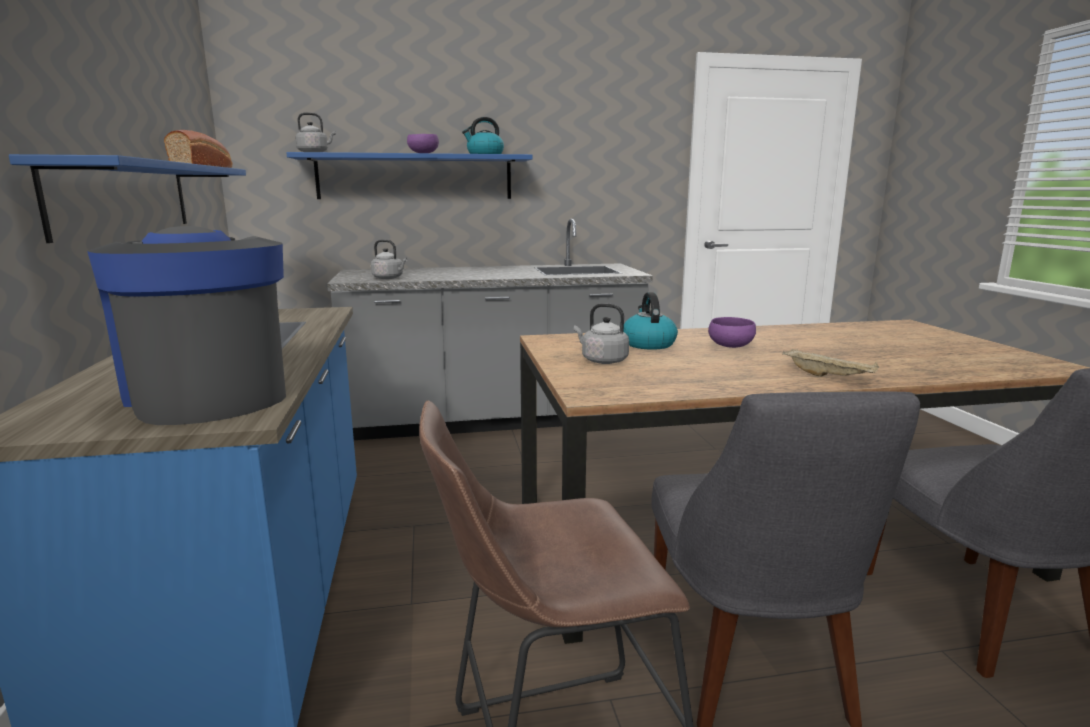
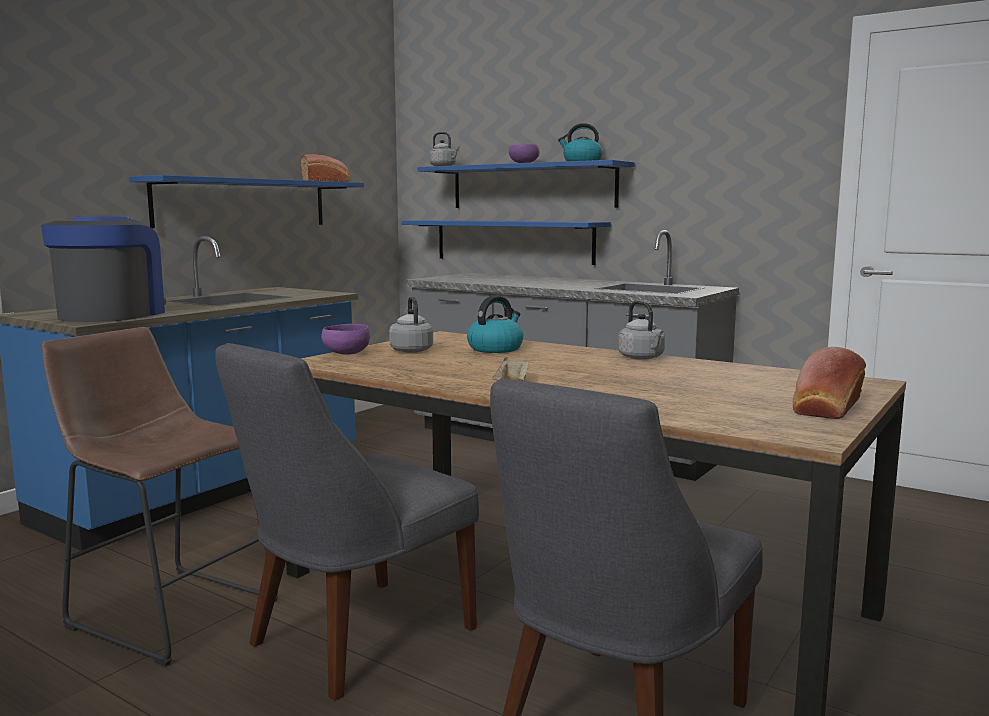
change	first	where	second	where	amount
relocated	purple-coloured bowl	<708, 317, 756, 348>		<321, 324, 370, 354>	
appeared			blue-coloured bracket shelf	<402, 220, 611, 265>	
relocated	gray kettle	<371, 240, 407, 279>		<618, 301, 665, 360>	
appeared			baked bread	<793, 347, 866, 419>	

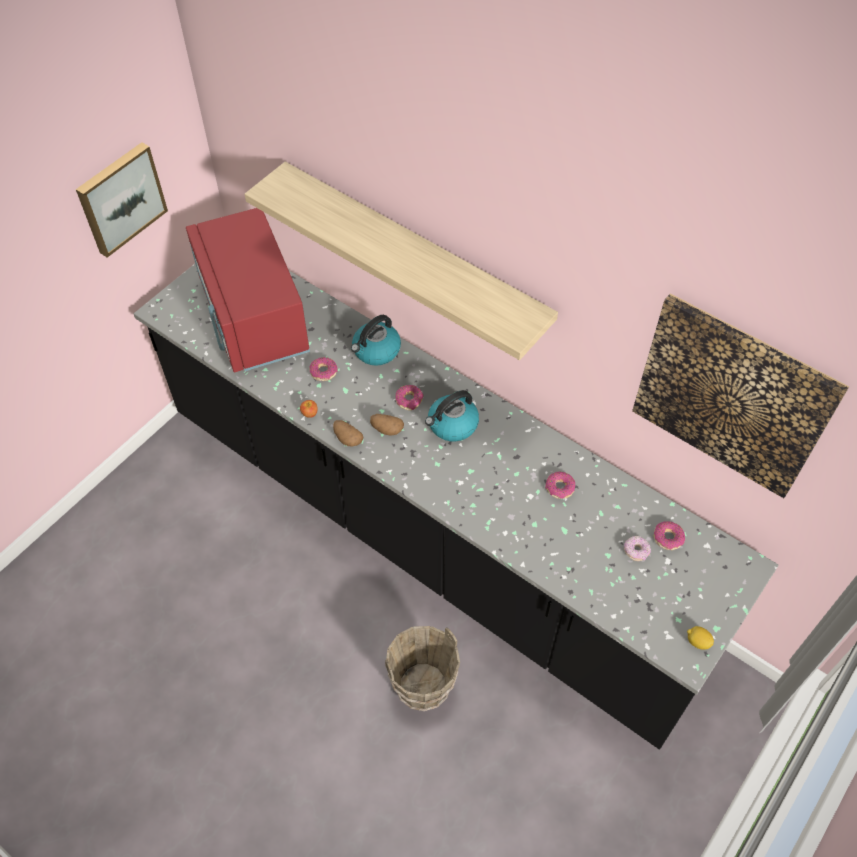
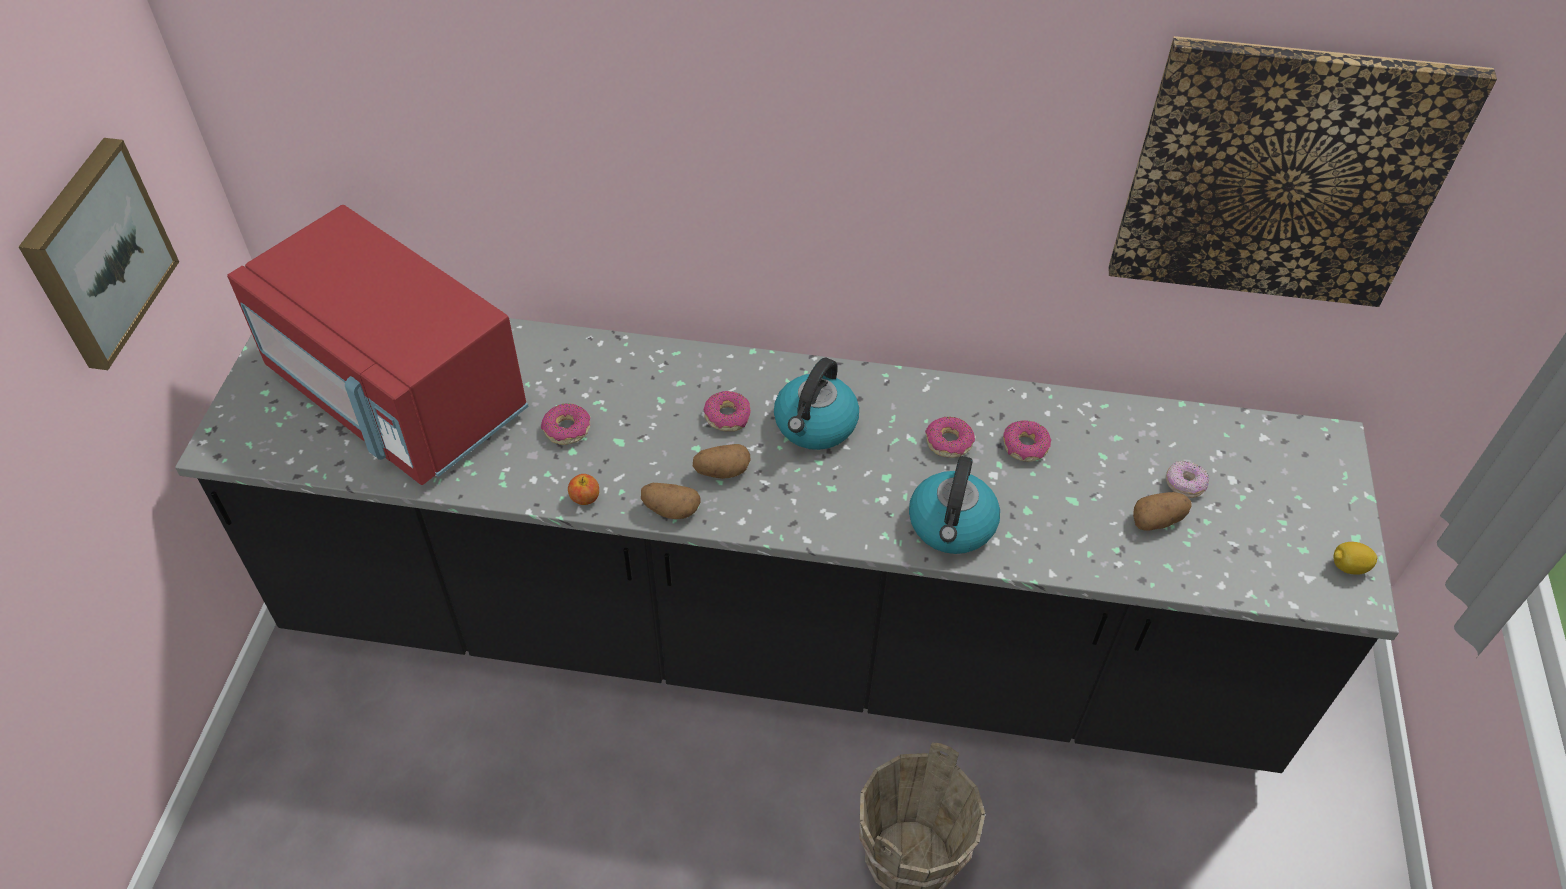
change	first	where	second	where	amount
relocated	kettle	<351, 315, 401, 366>		<909, 456, 1000, 554>	
relocated	ring doughnut	<654, 521, 685, 550>		<925, 417, 975, 458>	
appeared			spud	<1133, 492, 1192, 531>	
missing	bracket shelf	<245, 162, 558, 360>			

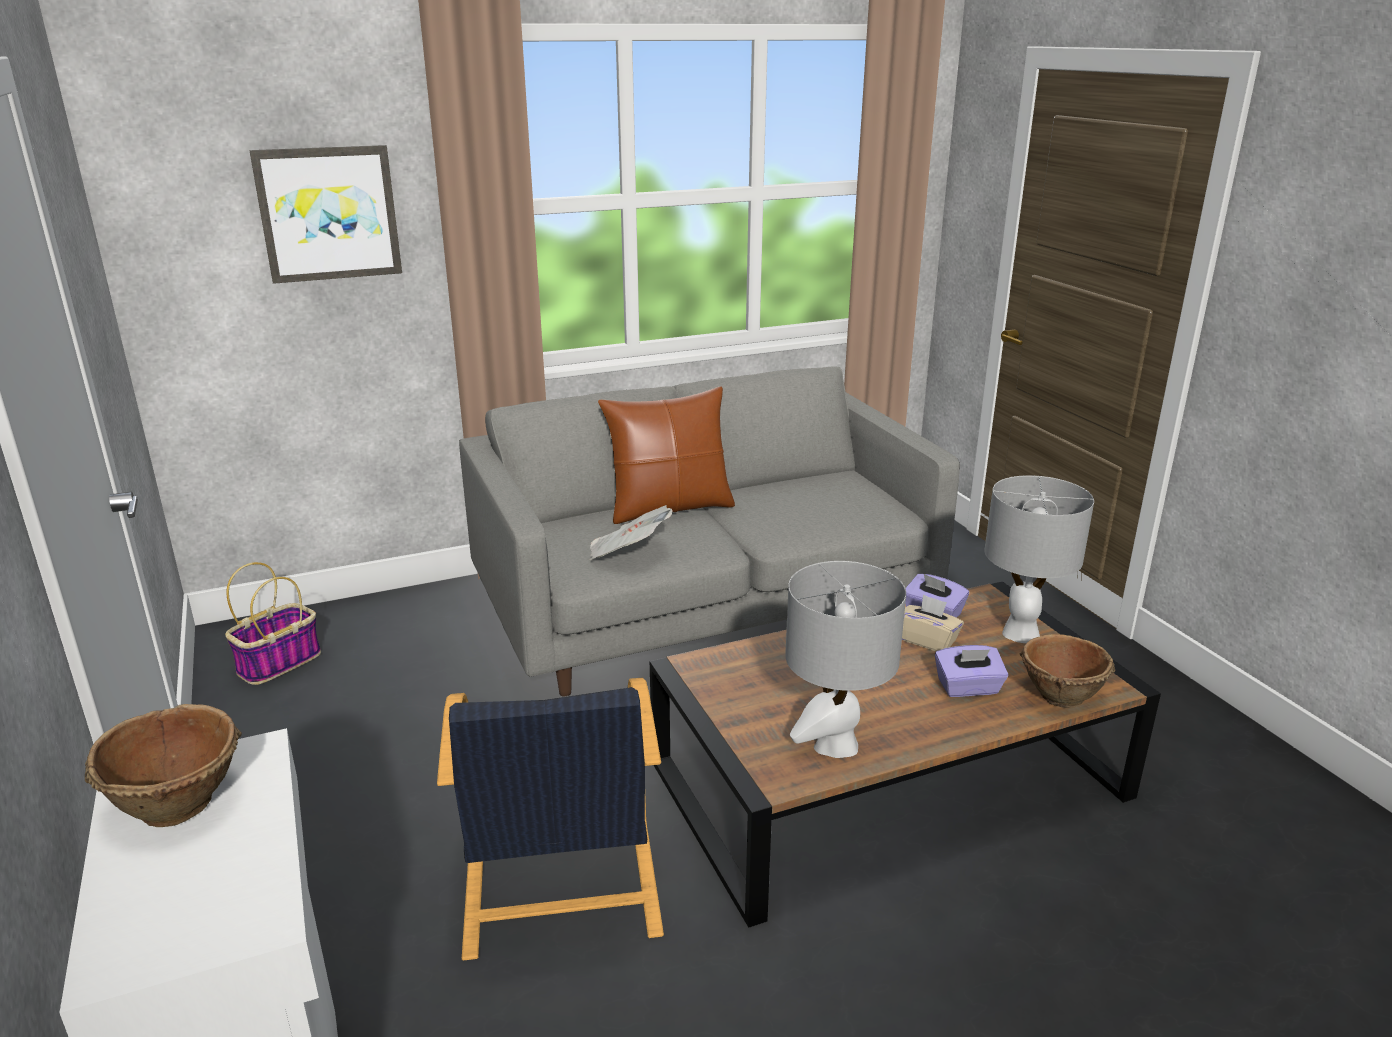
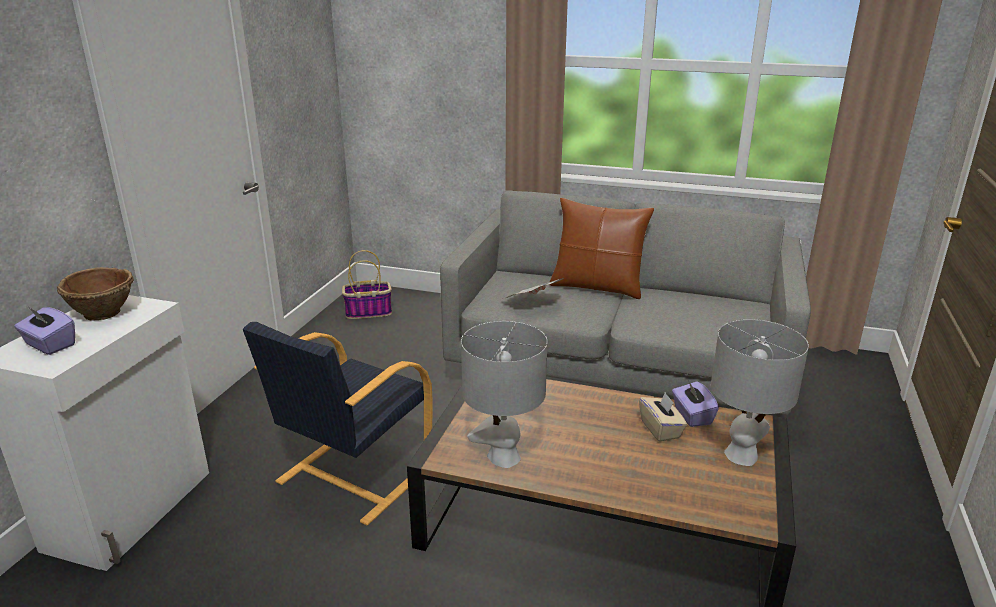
change	first	where	second	where	amount
relocated	purple-coloured box of tissues	<935, 645, 1008, 697>		<14, 307, 75, 355>	
missing	wall picture	<249, 145, 402, 284>			
missing	brown-coloured bowl	<1020, 634, 1115, 708>			

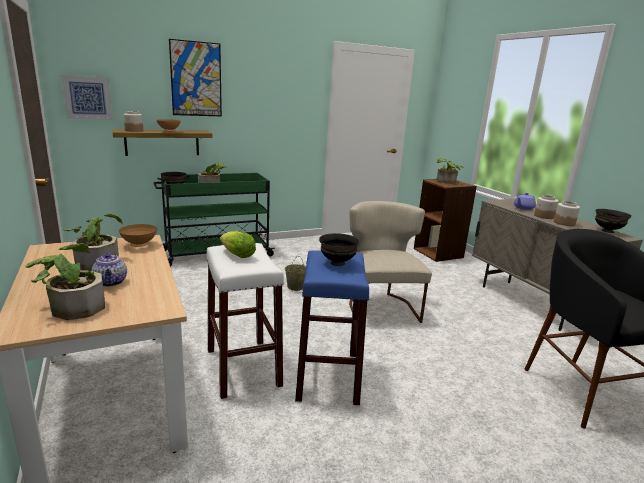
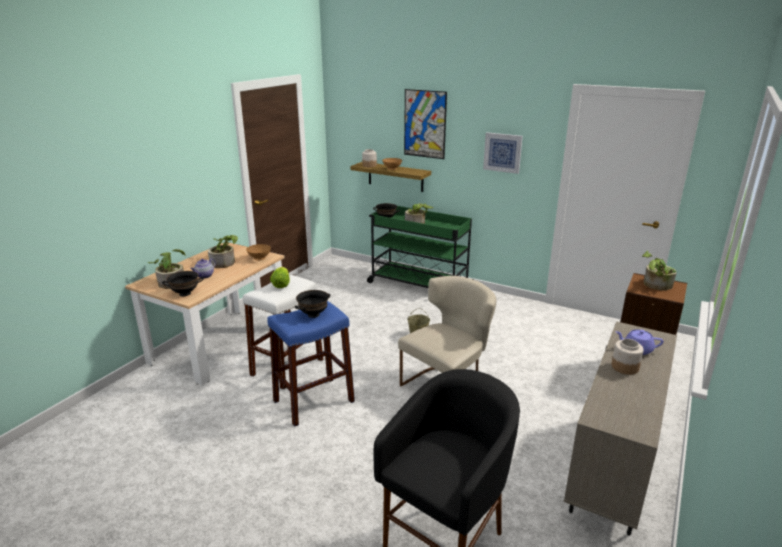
change	first	where	second	where	amount
relocated	black-coloured bowl	<595, 209, 631, 233>		<162, 271, 204, 296>	
relocated	wall picture	<61, 75, 112, 120>		<483, 132, 523, 174>	
missing	jar	<554, 201, 580, 226>			

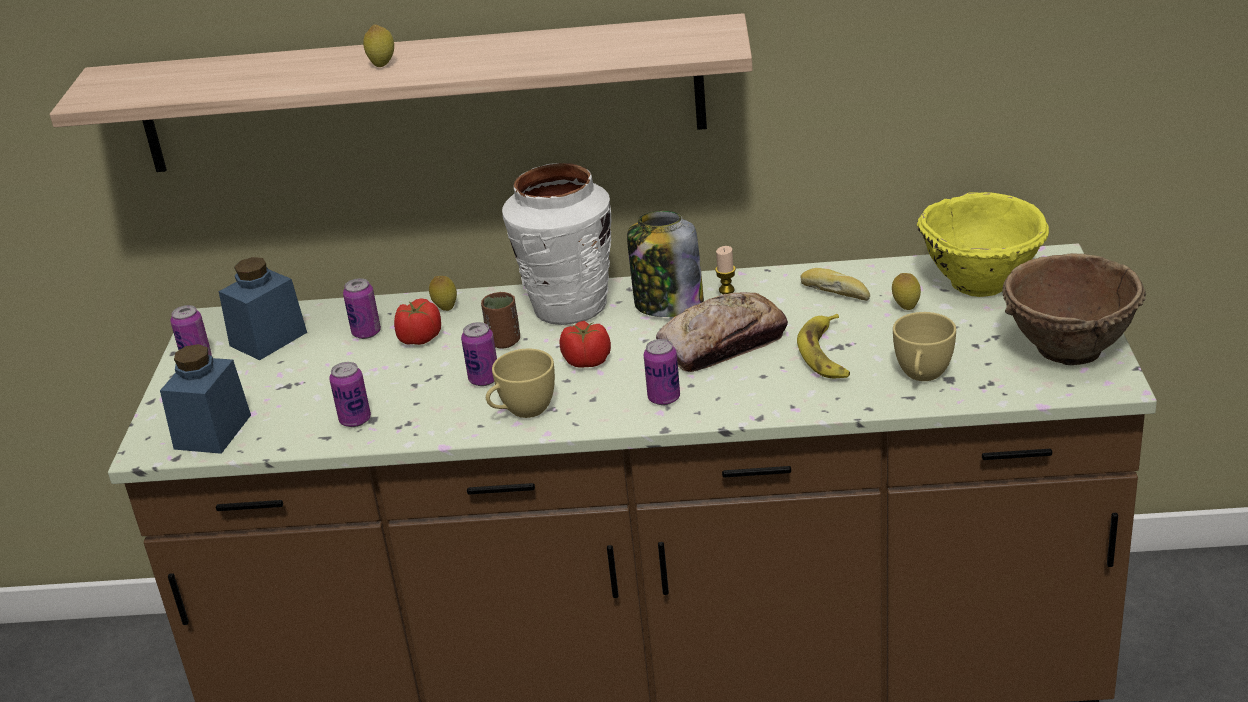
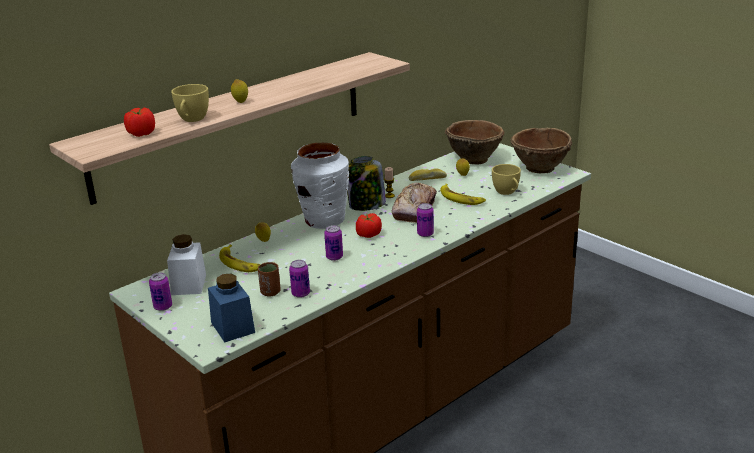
change	first	where	second	where	amount
relocated	tomato	<394, 298, 441, 345>		<124, 108, 155, 137>	
colour	blue-coloured jar	<219, 257, 307, 360>	whitish jar	<167, 234, 206, 295>	
relocated	yellow cup	<486, 349, 555, 418>		<171, 84, 209, 122>	
exchanged	can	<343, 278, 381, 339>	banana fruit	<219, 244, 261, 272>	
relocated	brown-coloured cup	<481, 292, 520, 348>		<258, 262, 280, 296>	
colour	yellow bowl	<917, 192, 1049, 297>	brown-coloured bowl	<445, 120, 505, 164>	

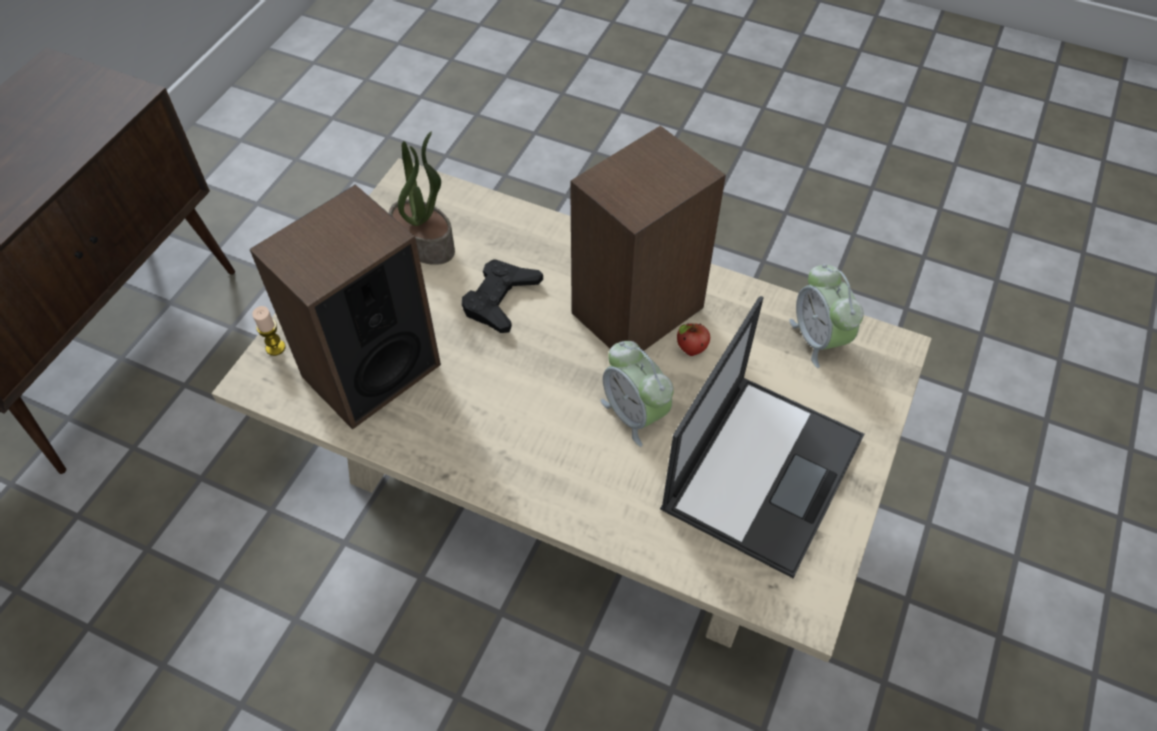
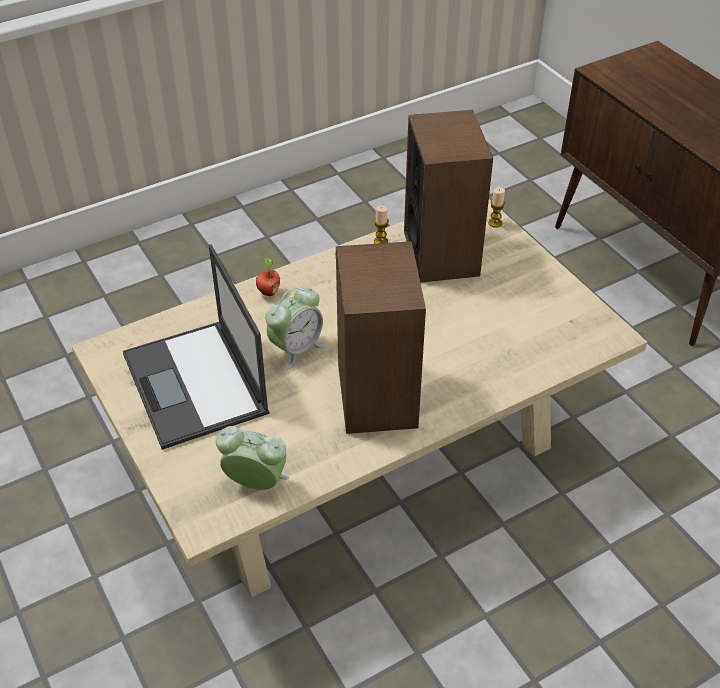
change	first	where	second	where	amount
relocated	apple	<677, 323, 710, 356>		<256, 257, 280, 296>	
spun	bedside clock	<600, 341, 674, 447>		<265, 287, 325, 370>	135 degrees clockwise
appeared			wax candle	<374, 206, 389, 244>	
missing	houseplant	<389, 131, 455, 265>			
missing	black-coloured joypad	<462, 259, 543, 333>			

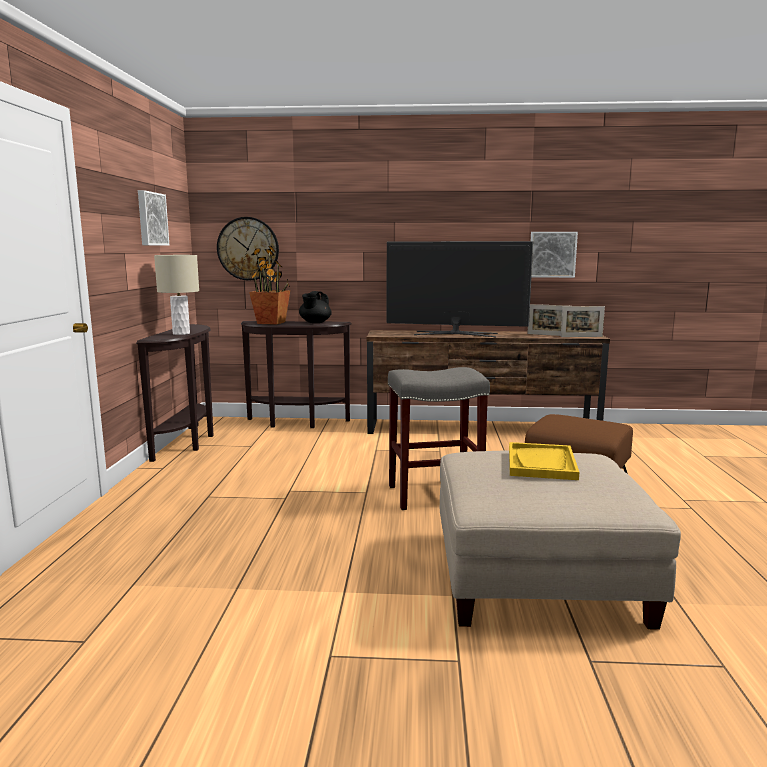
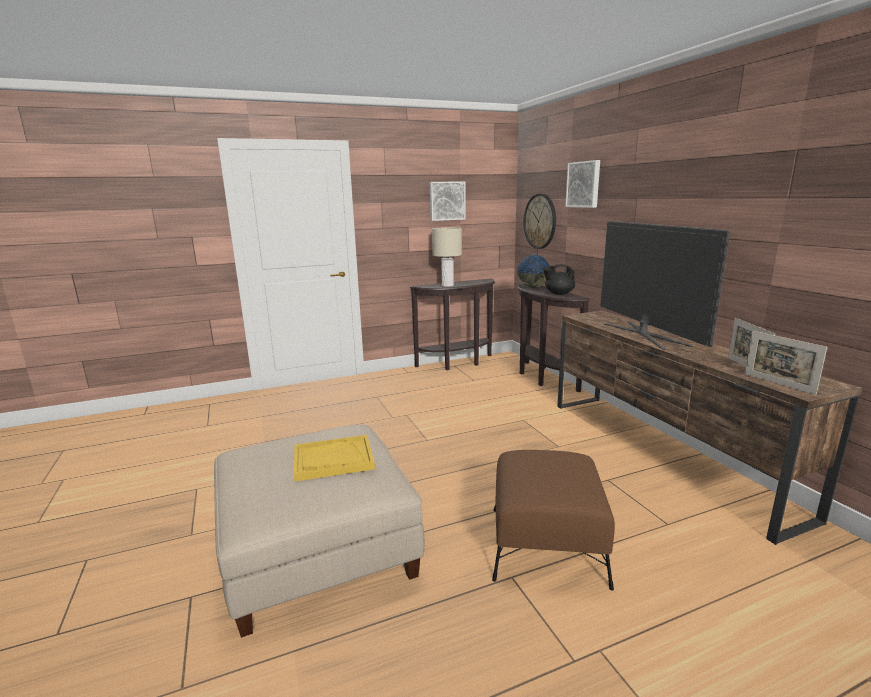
change	first	where	second	where	amount
exchanged	houseplant	<249, 246, 290, 325>	desk globe	<516, 255, 549, 288>	
relocated	wall picture	<531, 232, 578, 278>		<565, 160, 600, 208>	
missing	gray stool seat	<388, 367, 490, 510>			

